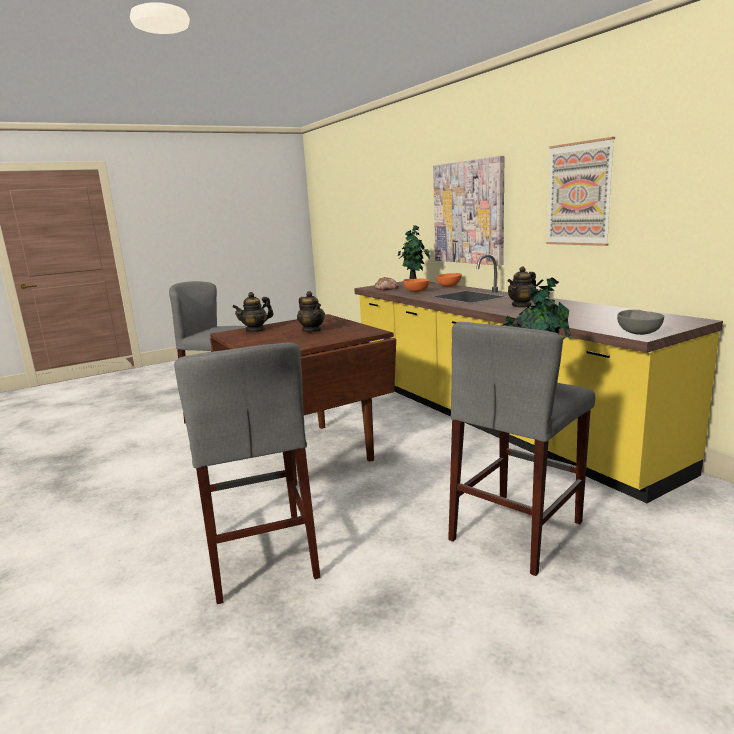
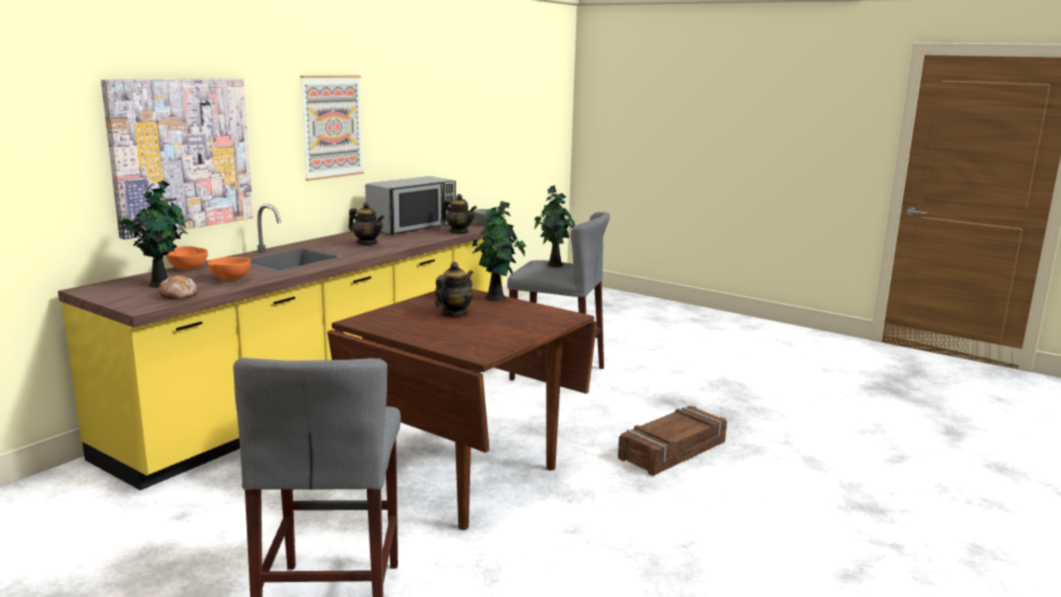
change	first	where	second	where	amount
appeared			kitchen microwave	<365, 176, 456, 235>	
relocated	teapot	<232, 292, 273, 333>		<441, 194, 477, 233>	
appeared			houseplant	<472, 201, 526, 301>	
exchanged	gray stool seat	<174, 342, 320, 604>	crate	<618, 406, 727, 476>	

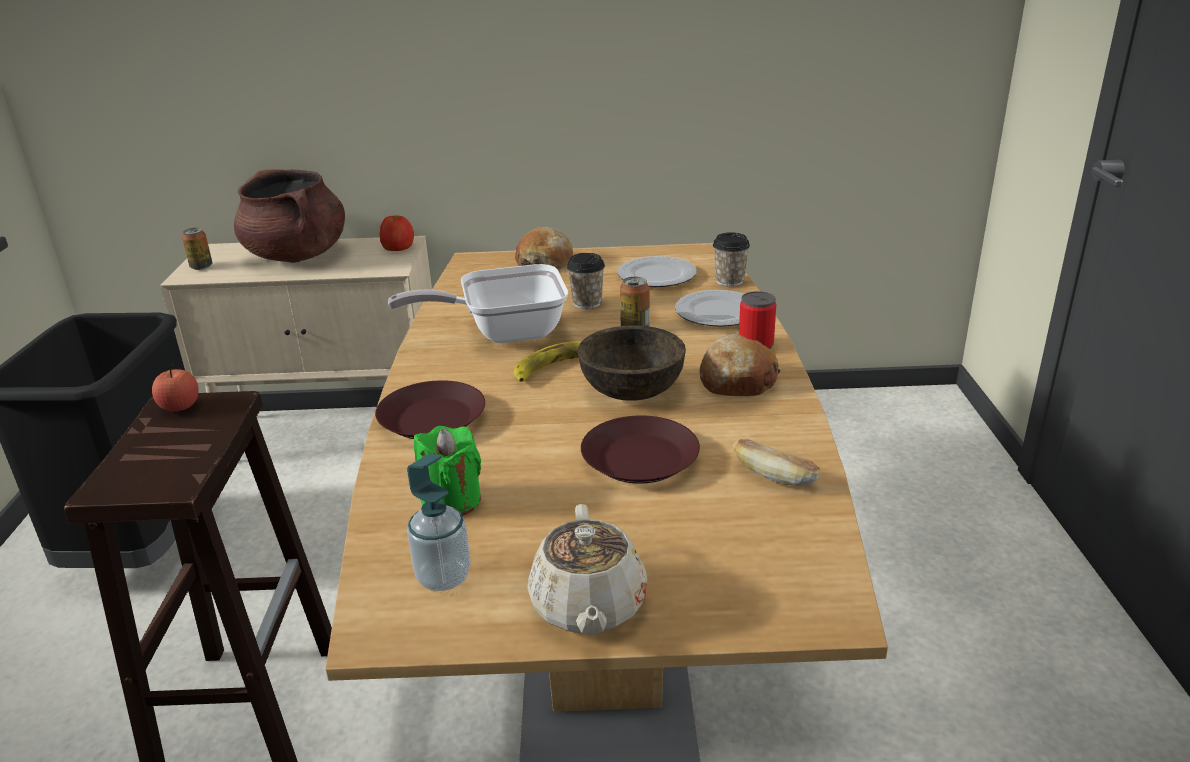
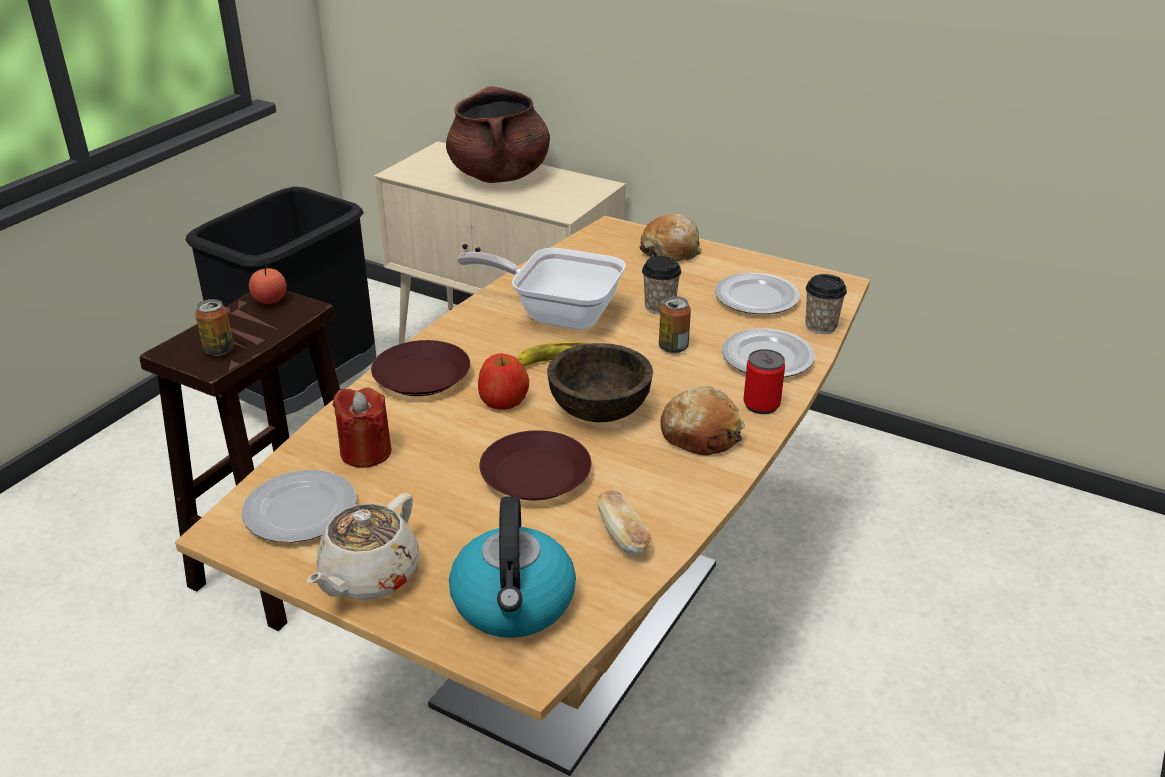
change	first	where	second	where	amount
relocated	can	<182, 228, 212, 270>		<195, 299, 234, 356>	
exchanged	soap bottle	<407, 454, 471, 591>	dinner plate	<242, 470, 357, 542>	
colour	green-coloured wax candle	<414, 426, 481, 516>	red wax candle	<332, 388, 392, 468>	
appeared			kettle	<449, 496, 576, 638>	
relocated	apple	<380, 215, 414, 251>		<478, 354, 529, 410>	

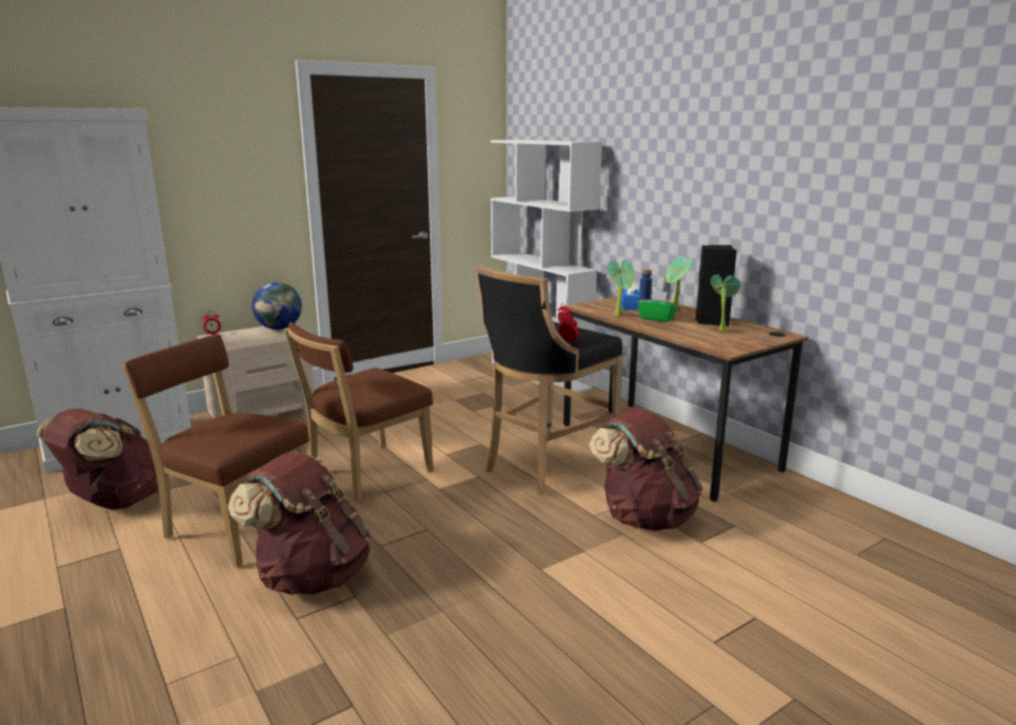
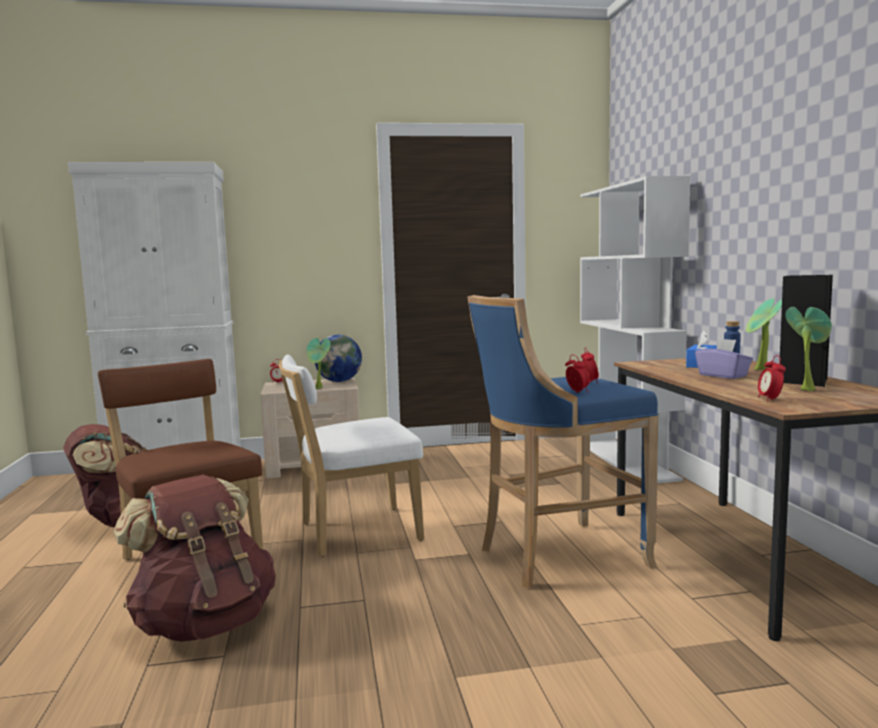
change	first	where	second	where	amount
colour	brown-coloured upright chair	<284, 322, 433, 501>	whitish upright chair	<278, 355, 424, 557>	
relocated	houseplant	<607, 260, 635, 316>		<306, 338, 331, 389>	
colour	black-coloured stool seat	<475, 266, 623, 496>	blue-coloured stool seat	<467, 295, 659, 588>	
colour	green-coloured box of tissues	<638, 290, 678, 322>	purple-coloured box of tissues	<695, 338, 753, 379>	
appeared			bedside clock	<758, 355, 786, 402>	
missing	brown-coloured backpack	<589, 407, 703, 531>			

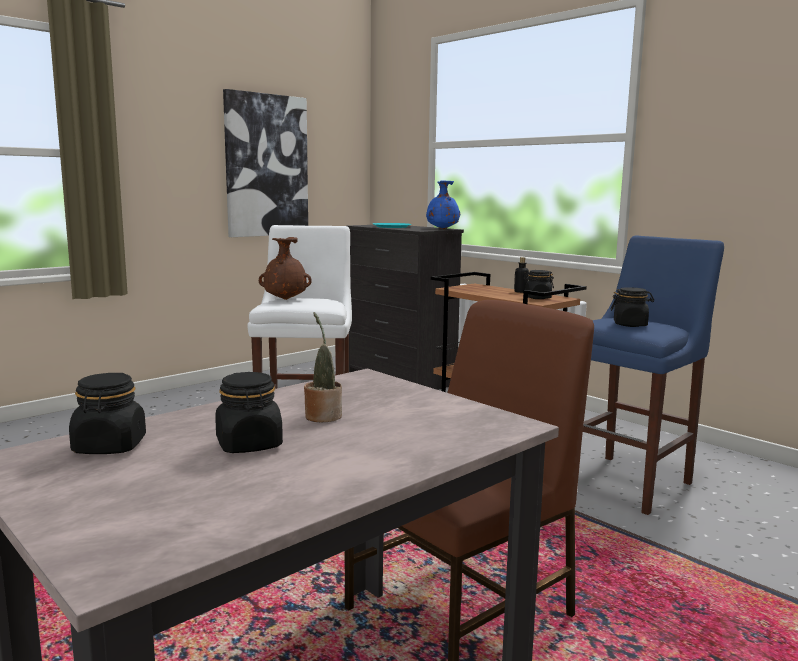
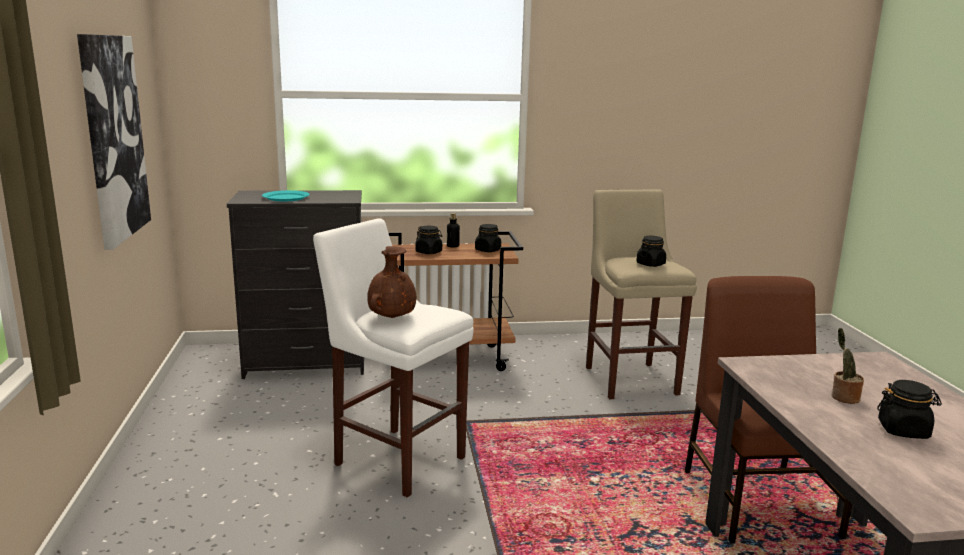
change	first	where	second	where	amount
relocated	black-coloured jar	<69, 373, 146, 454>		<416, 226, 442, 254>	
colour	blue-coloured stool seat	<583, 236, 724, 515>	beige-coloured stool seat	<586, 189, 697, 399>	
missing	blue-coloured vase	<426, 180, 460, 229>			

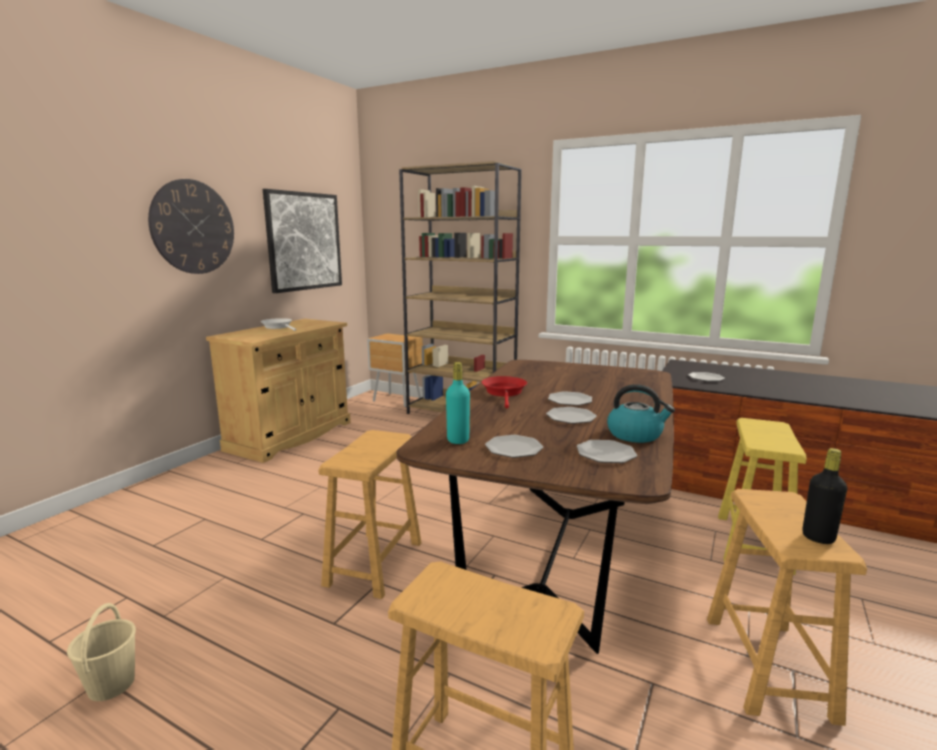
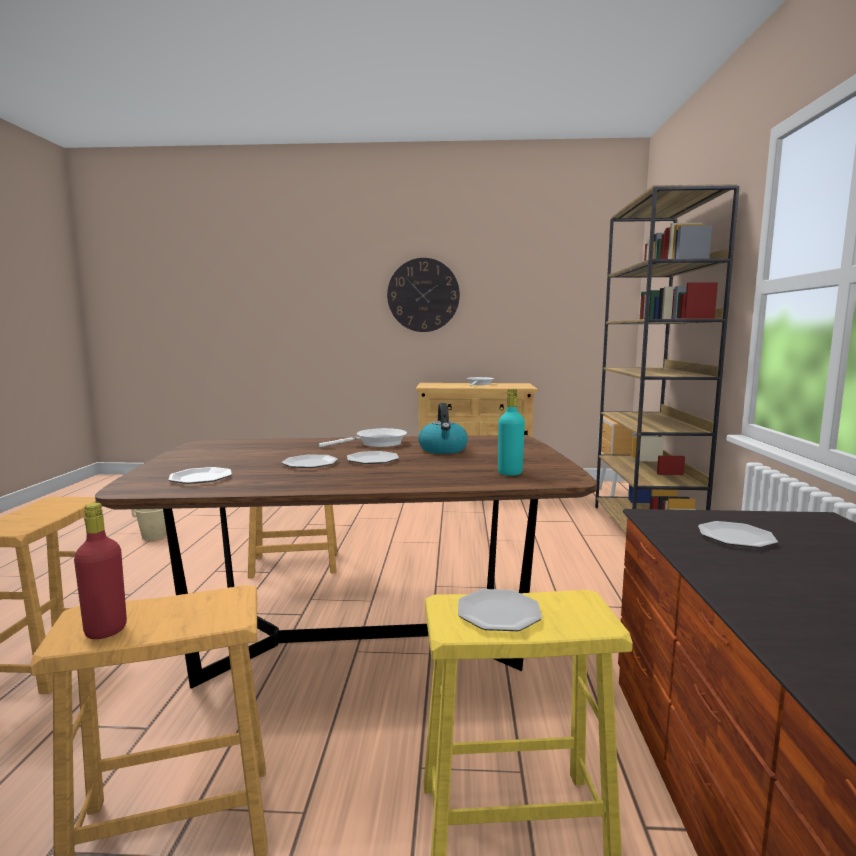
change	first	where	second	where	amount
colour	black-coloured drink bottle	<802, 448, 847, 544>	red drink bottle	<74, 503, 127, 639>	
colour	red pan	<482, 376, 527, 408>	whitish pan	<319, 428, 407, 447>	
relocated	kettle	<607, 384, 675, 443>		<418, 403, 468, 454>	
relocated	dinner plate	<485, 435, 543, 458>		<458, 589, 542, 631>	
relocated	turquoise drink bottle	<446, 362, 470, 444>		<498, 389, 525, 476>	
missing	wall picture	<263, 189, 342, 293>			

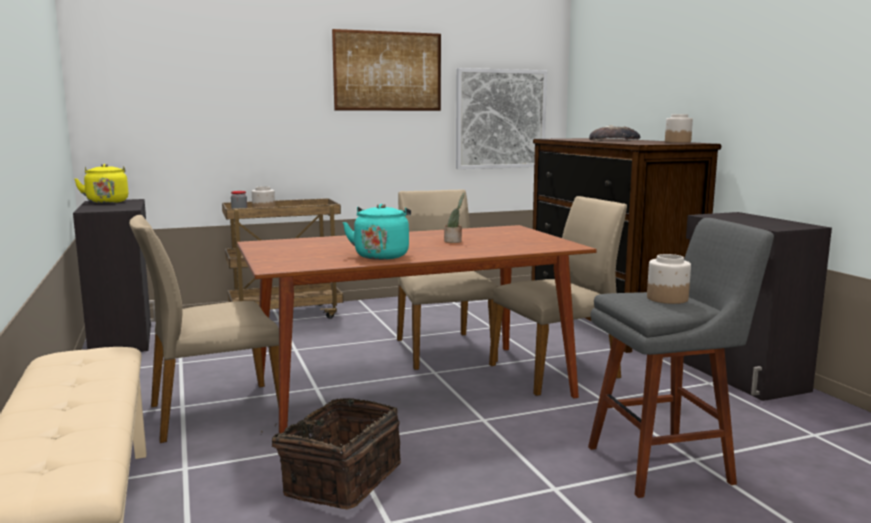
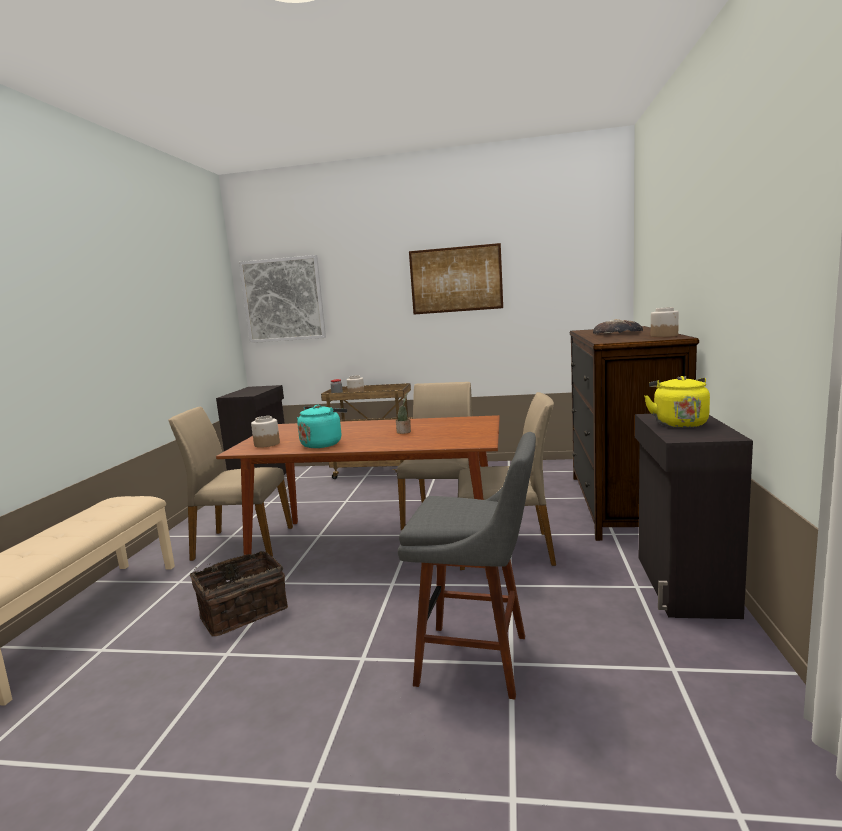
change	first	where	second	where	amount
relocated	wall picture	<456, 68, 547, 169>		<239, 255, 326, 343>	
relocated	jar	<647, 254, 691, 304>		<251, 416, 280, 448>	
relocated	yellow kettle	<74, 164, 128, 203>		<644, 376, 710, 428>	

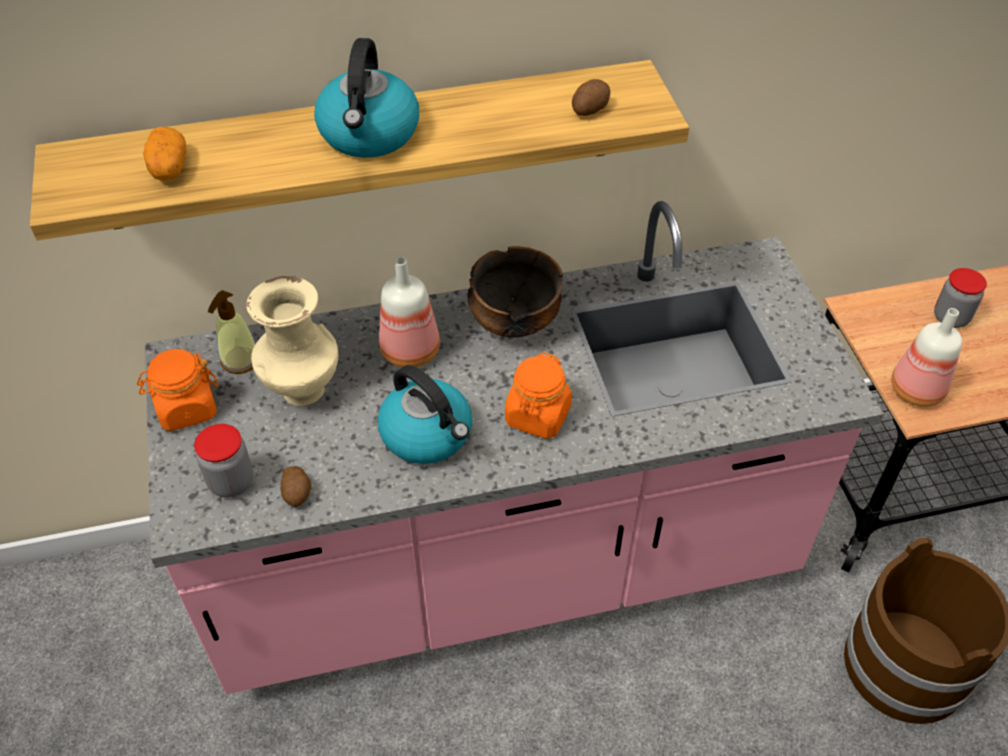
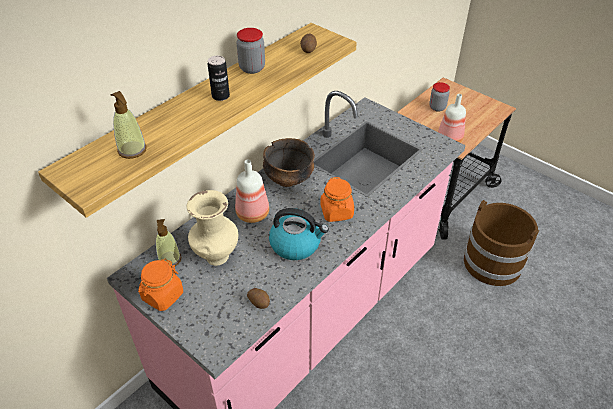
change	first	where	second	where	amount
exchanged	spud	<143, 127, 186, 180>	soap bottle	<110, 91, 147, 159>	
exchanged	kettle	<314, 38, 419, 158>	can	<207, 56, 230, 101>	
relocated	jar	<194, 424, 253, 498>		<237, 28, 265, 74>	

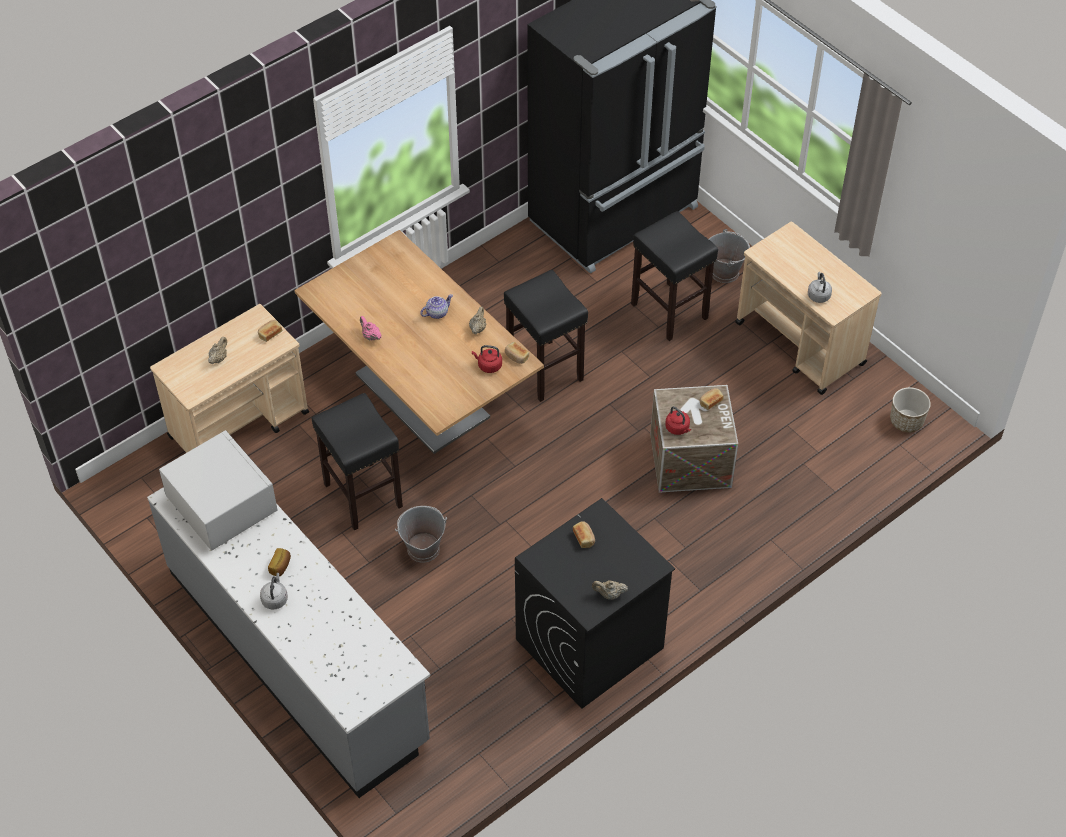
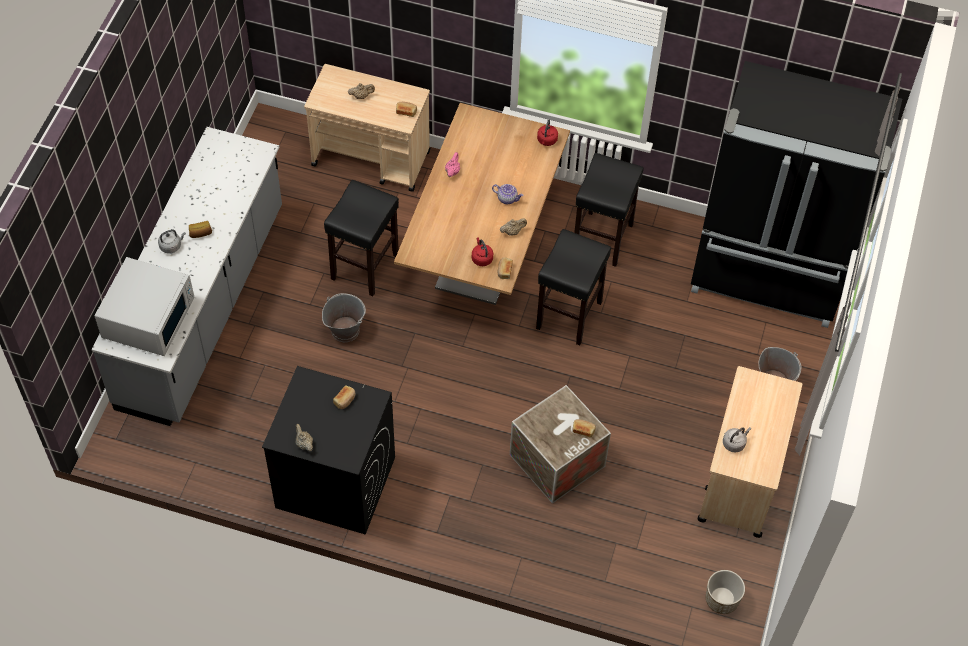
change	first	where	second	where	amount
relocated	whitish kitchen microwave	<159, 430, 278, 551>		<95, 257, 195, 356>	
relocated	red kettle	<665, 406, 691, 435>		<537, 120, 558, 146>	
relocated	black-coloured stool seat	<631, 211, 718, 341>		<574, 153, 644, 267>	

